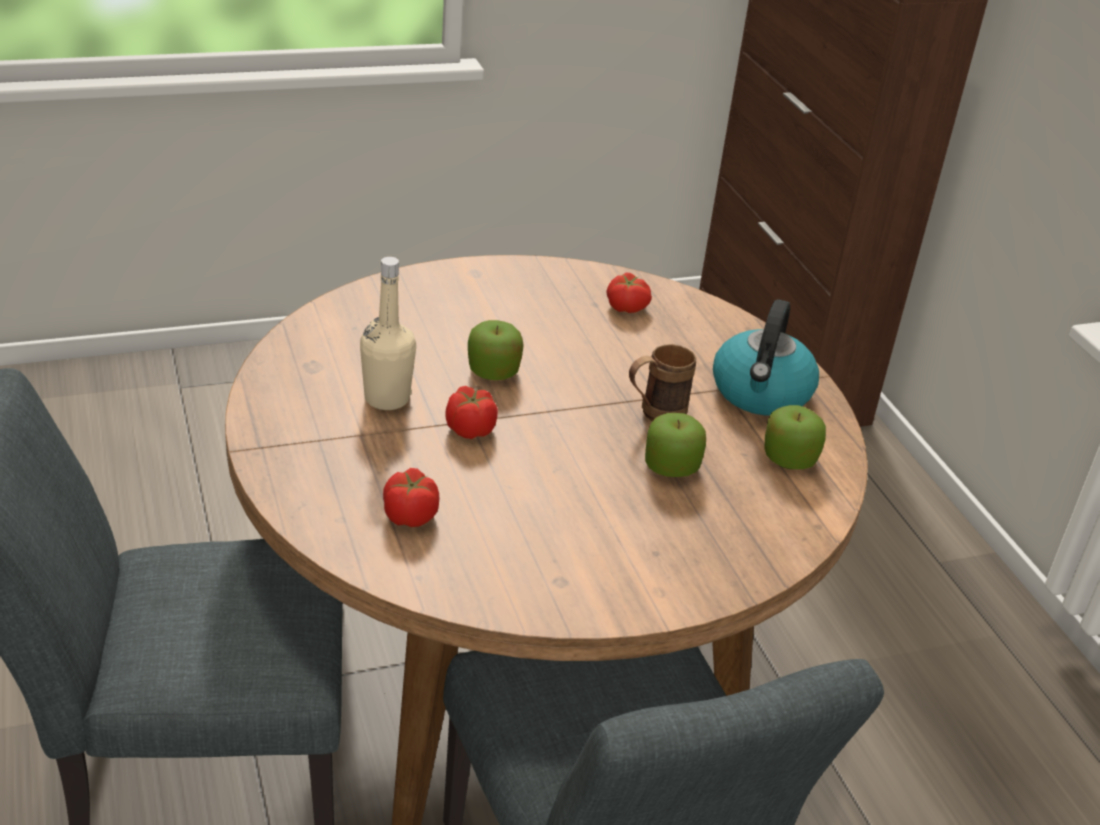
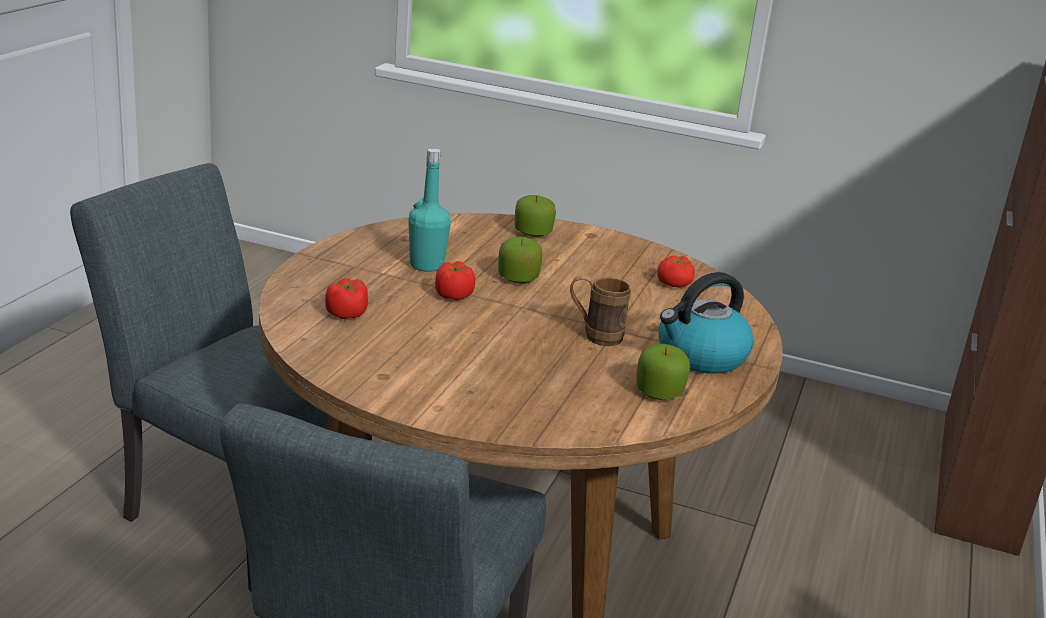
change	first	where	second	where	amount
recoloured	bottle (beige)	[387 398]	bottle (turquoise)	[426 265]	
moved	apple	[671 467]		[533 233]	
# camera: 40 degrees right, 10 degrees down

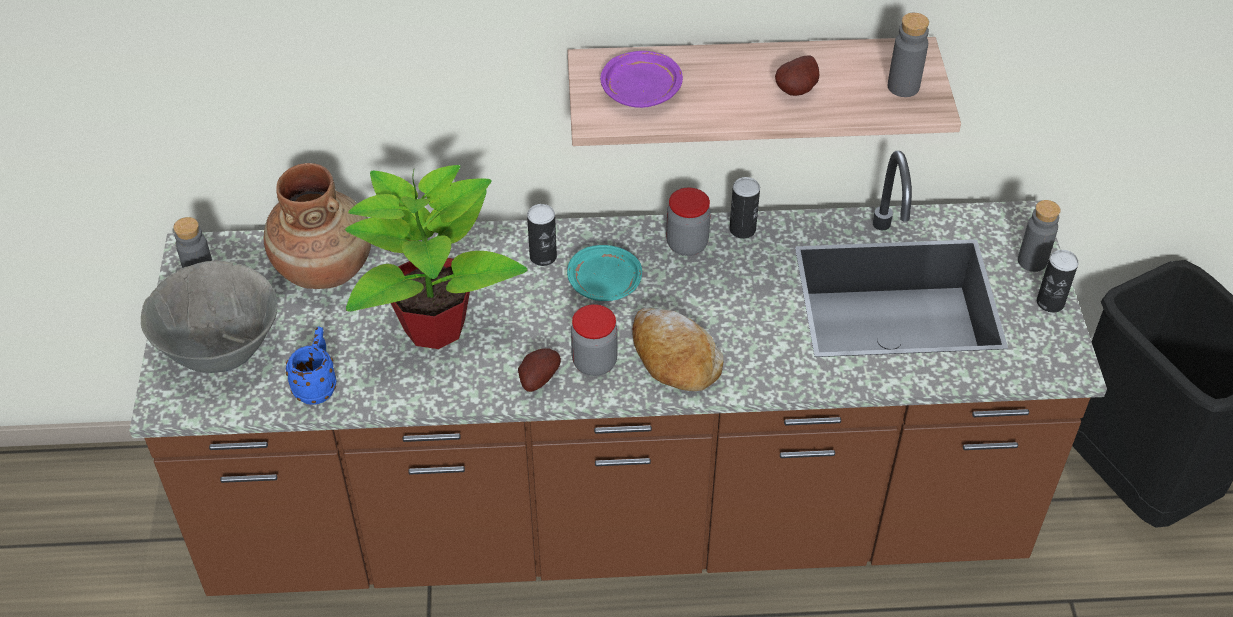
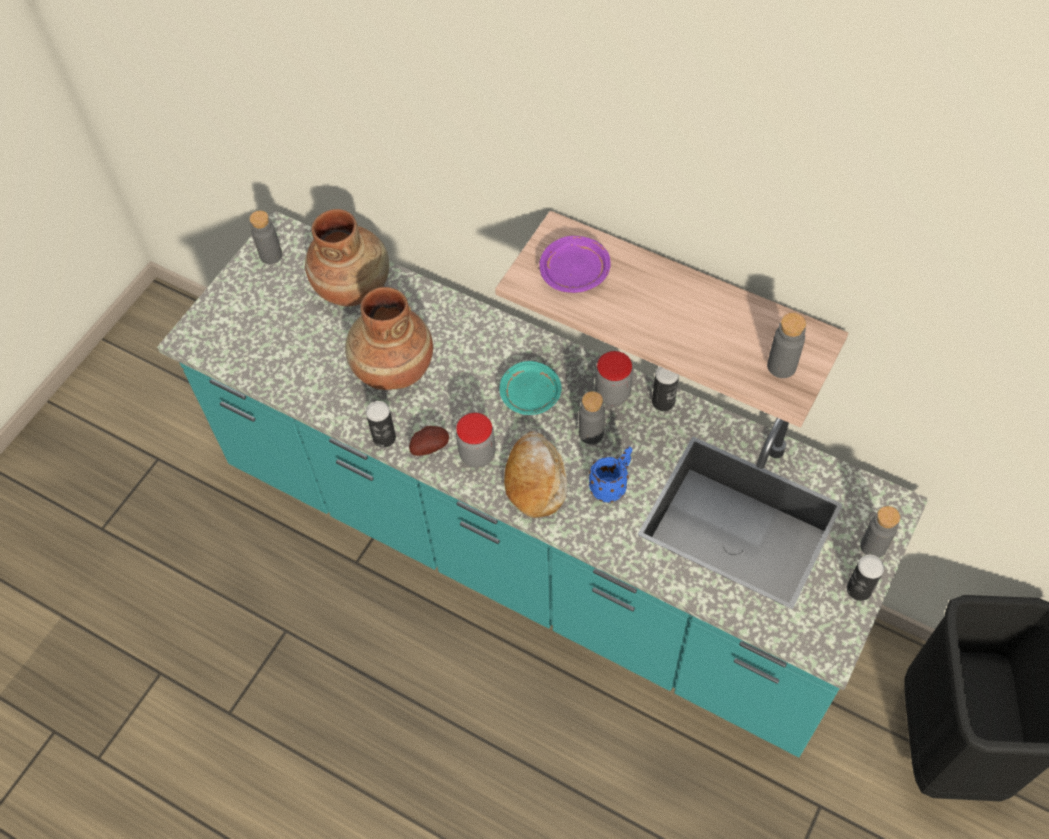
change	first	where	second	where	amount
removed	potato	[798 90]			
recoloured	counter (brown)	[616 517]	counter (turquoise)	[531 551]	
replaced	potted plant	[436 325]	vase (brown)	[393 368]	
moved	can	[543 256]		[384 438]	
removed	bowl (grey)	[220 350]			
moved	mug (blue)	[318 385]		[612 485]	
added			bottle (grey)	[591 434]	
# camera: 35 degrees right, 10 degrees up

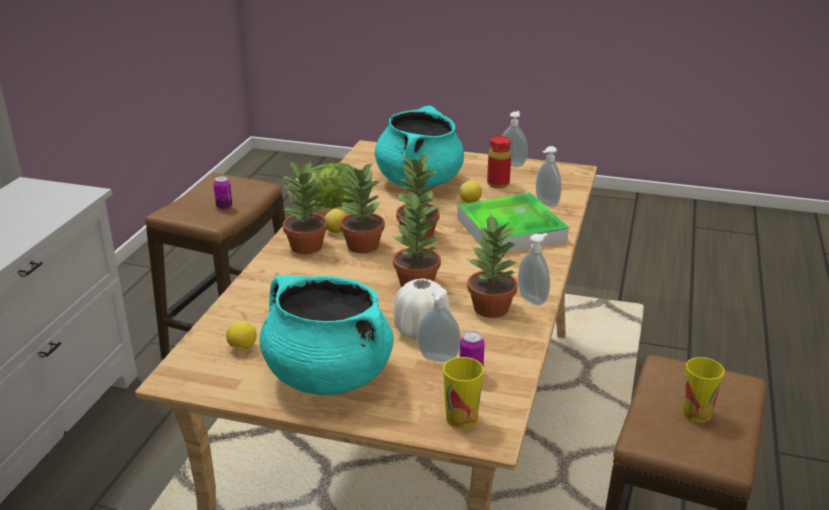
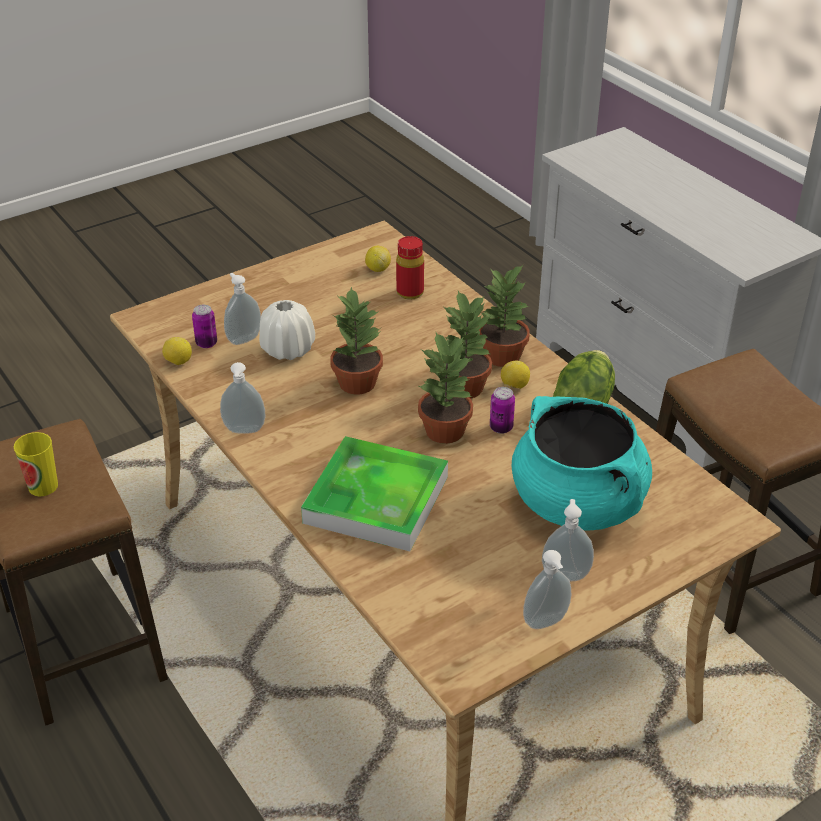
change	first	where	second	where	amount
moved	bottle (red)	[498 184]		[410 293]	
moved	soap dispenser	[545 203]		[565 574]	
moved	can	[224 207]		[501 428]	
moved	lemon	[470 202]		[178 362]	
removed	potted plant	[491 309]			
removed	cooking pot (turquoise)	[327 376]			
removed	cup	[461 418]			
# camera: 130 degrees right, 10 degrees up

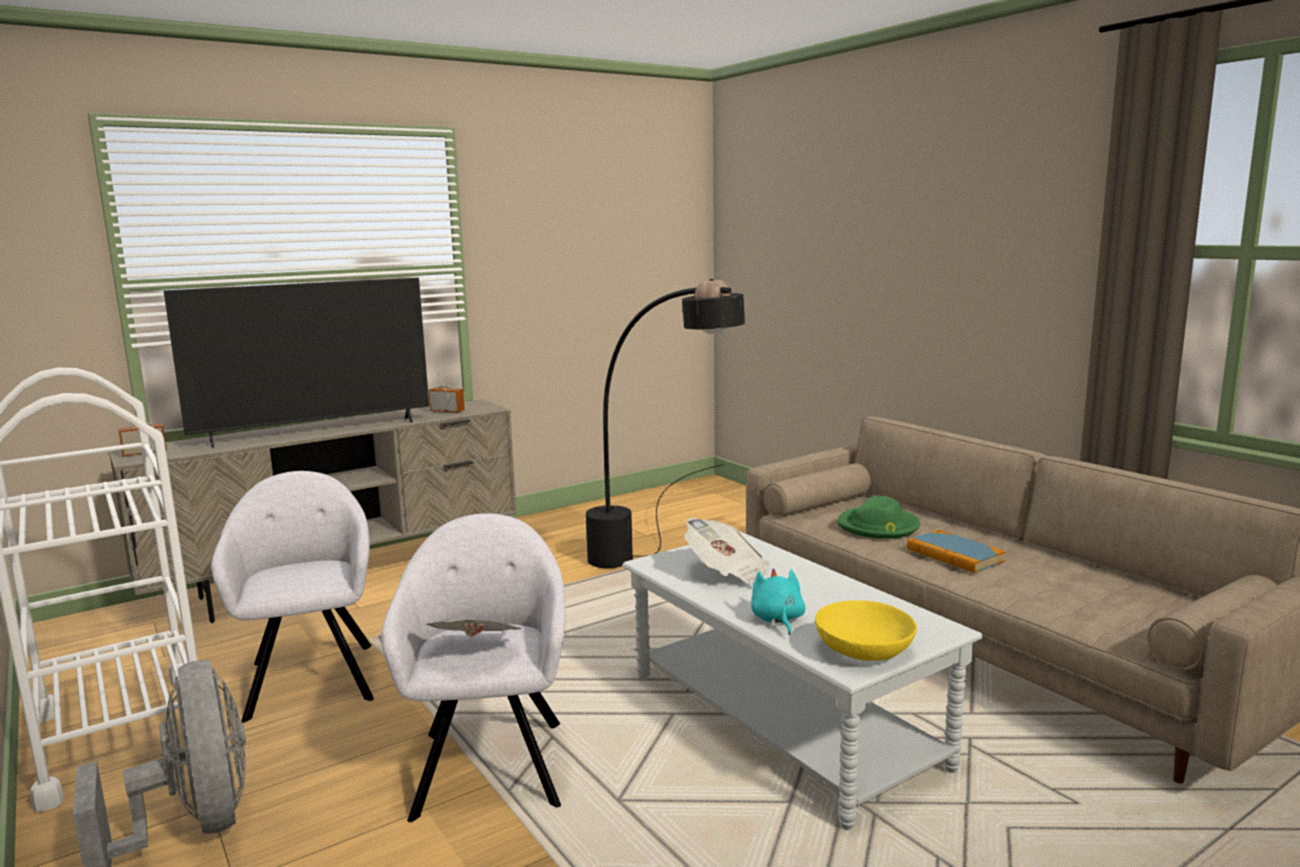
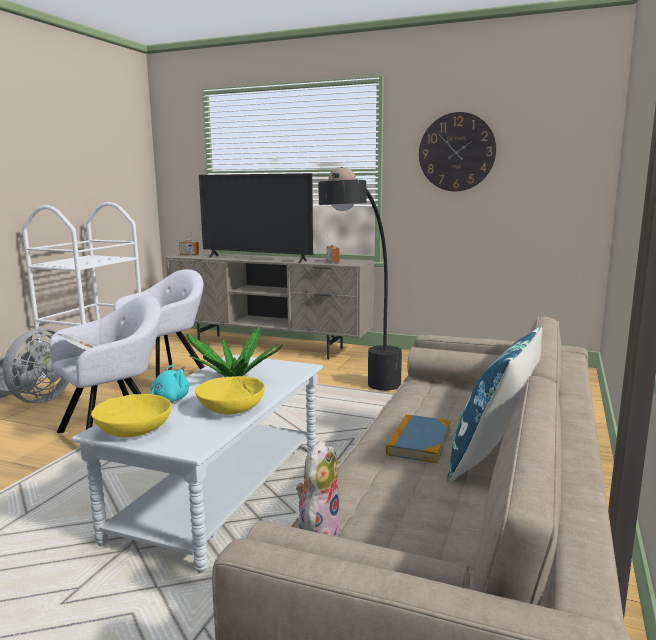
change	first	where	second	where	amount
removed	hat (green)	[878 526]			
replaced	newspaper	[728 574]	potted plant	[235 376]	
added			wall clock	[456 152]	
added			pillow (blue)	[493 458]	
added			bowl (yellow)	[231 408]	
added			plush toy	[318 532]	
# camera: 55 degrees right, 0 degrees up

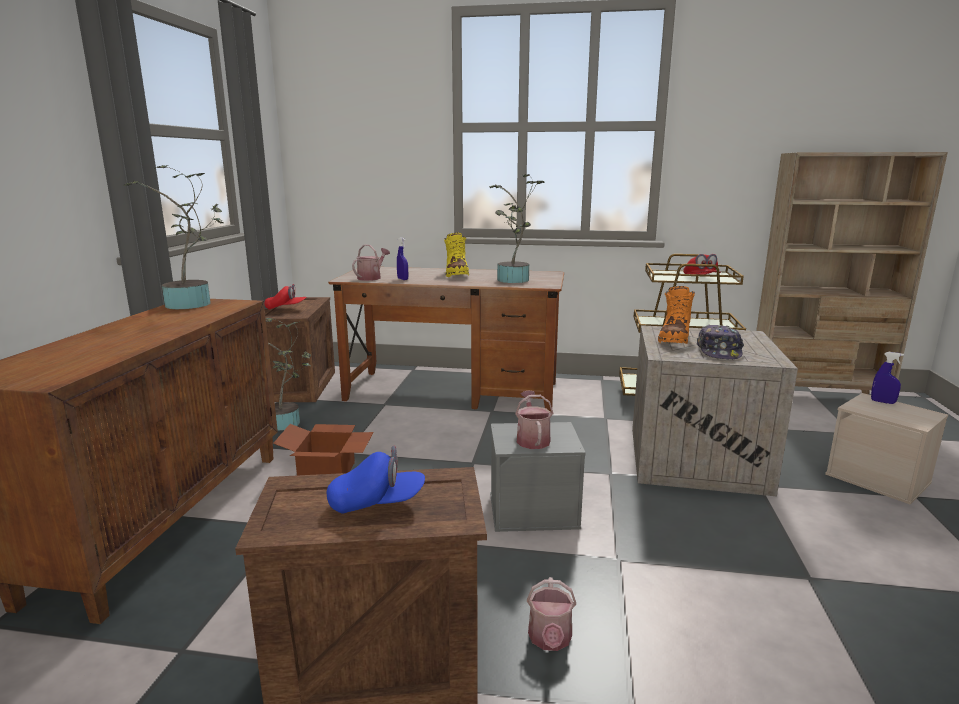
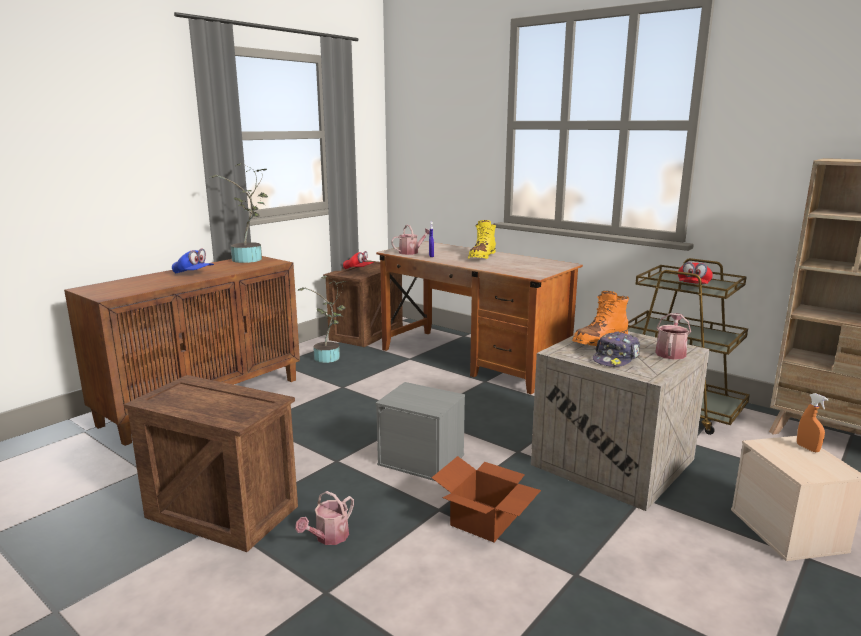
change	first	where	second	where	amount
removed	potted plant	[513 280]			
recoloured	spray bottle (blue)	[882 402]	spray bottle (orange)	[807 448]	
moved	watering can	[532 439]		[671 352]	
moved	cardboard box	[328 473]		[485 522]	
moved	cap (blue)	[377 503]		[193 274]	
# camera: 30 degrees right, 0 degrees up

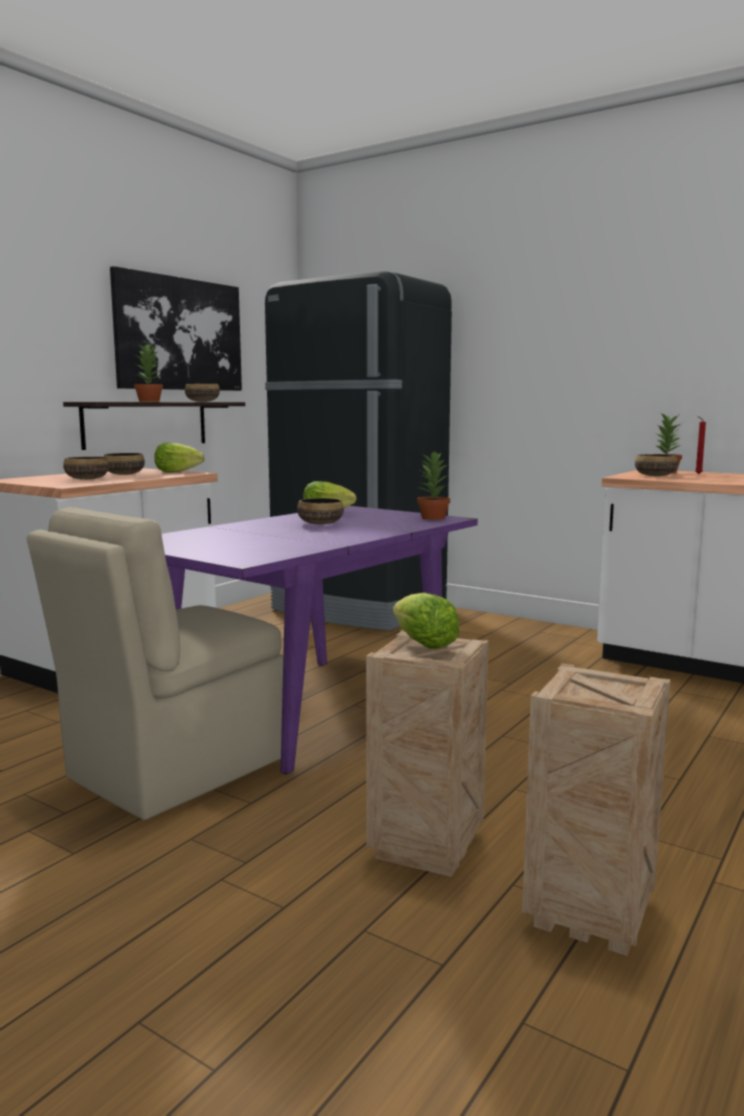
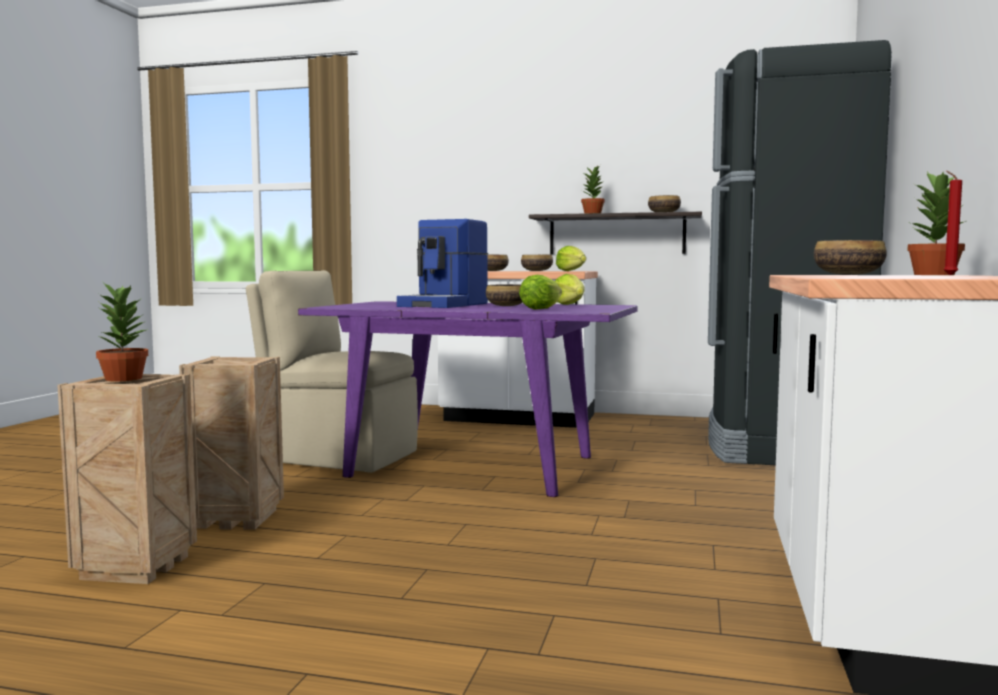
change	first	where	second	where	amount
removed	picture	[179 334]			
moved	potted plant	[432 518]		[123 378]	
moved	lettuce	[423 644]		[540 309]	
added			coffee machine	[446 305]	
# camera: 70 degrees right, 5 degrees down

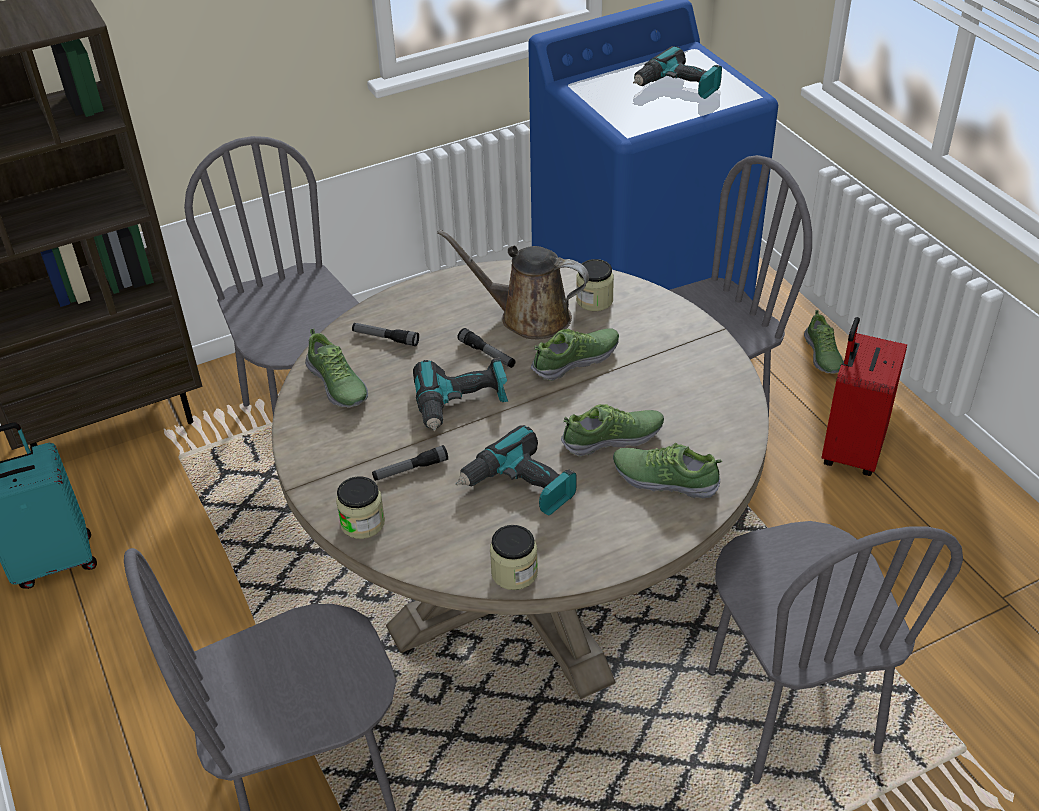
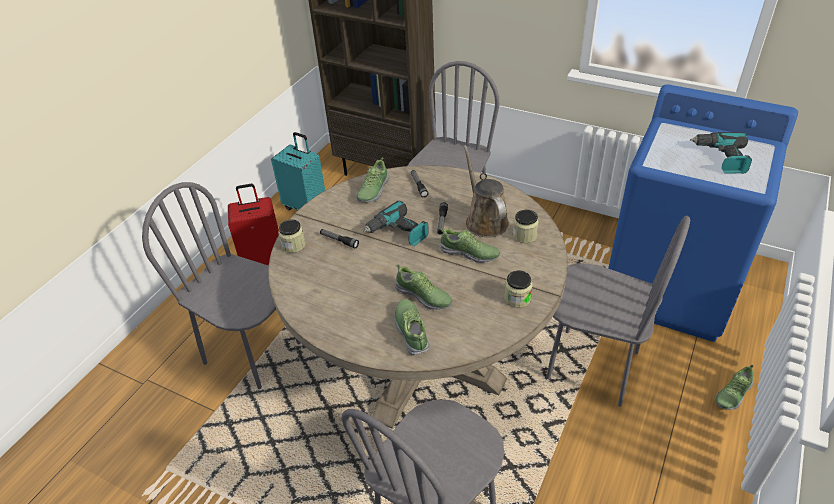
change	first	where	second	where	amount
moved	suitcase (red)	[850 450]		[264 261]	
removed	power drill	[520 487]			
moved	jar	[514 573]		[517 298]	
# camera: 55 degrees right, 0 degrees up

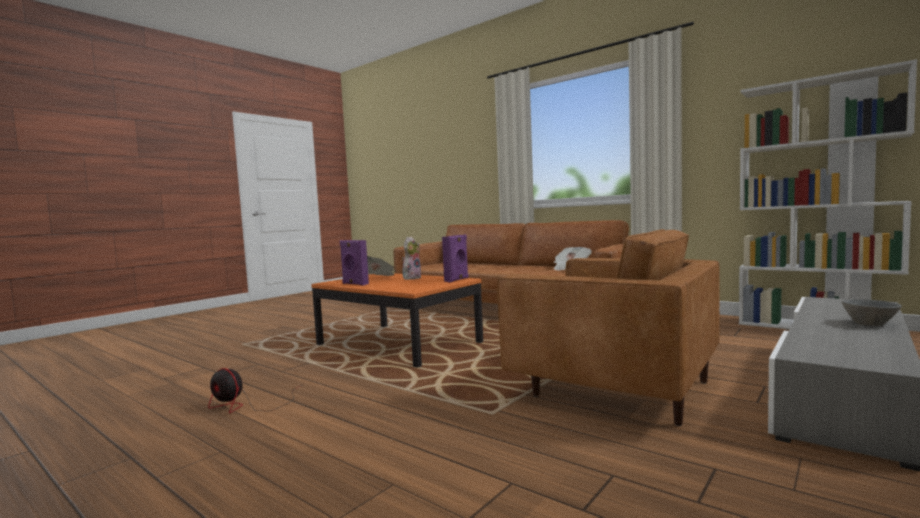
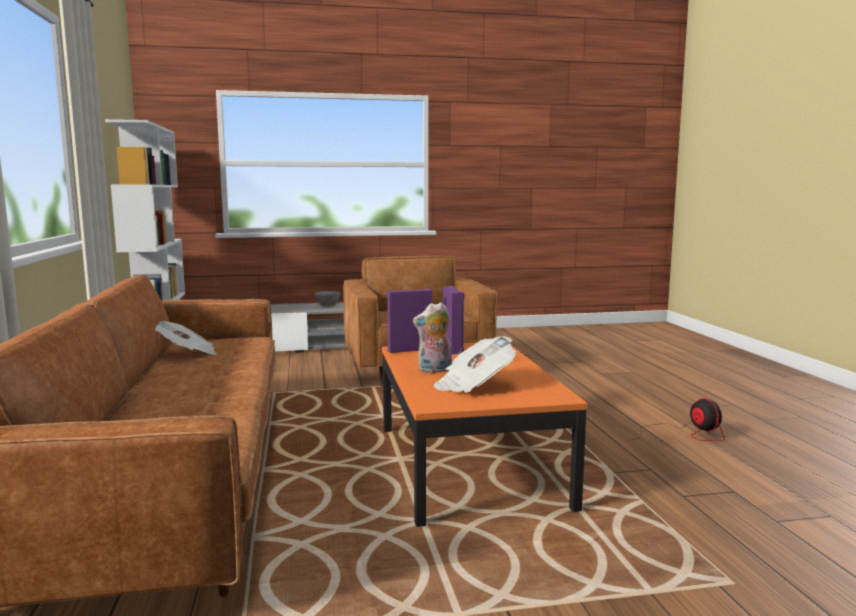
change	first	where	second	where	amount
moved	speaker (purple)	[354 284]		[453 349]	
# camera: 140 degrees left, 5 degrees up

